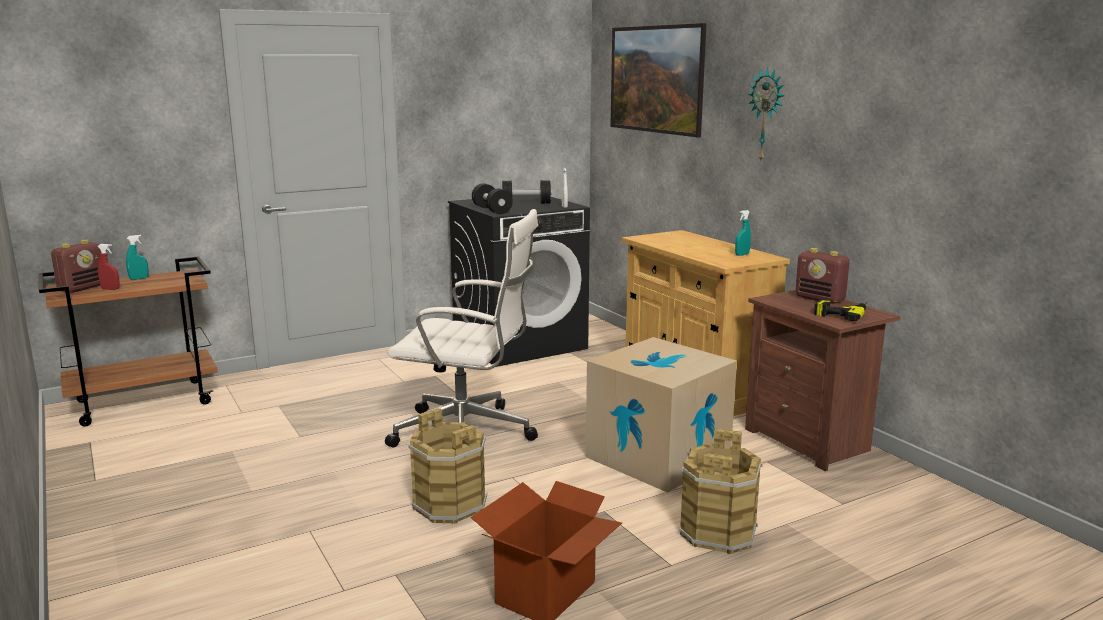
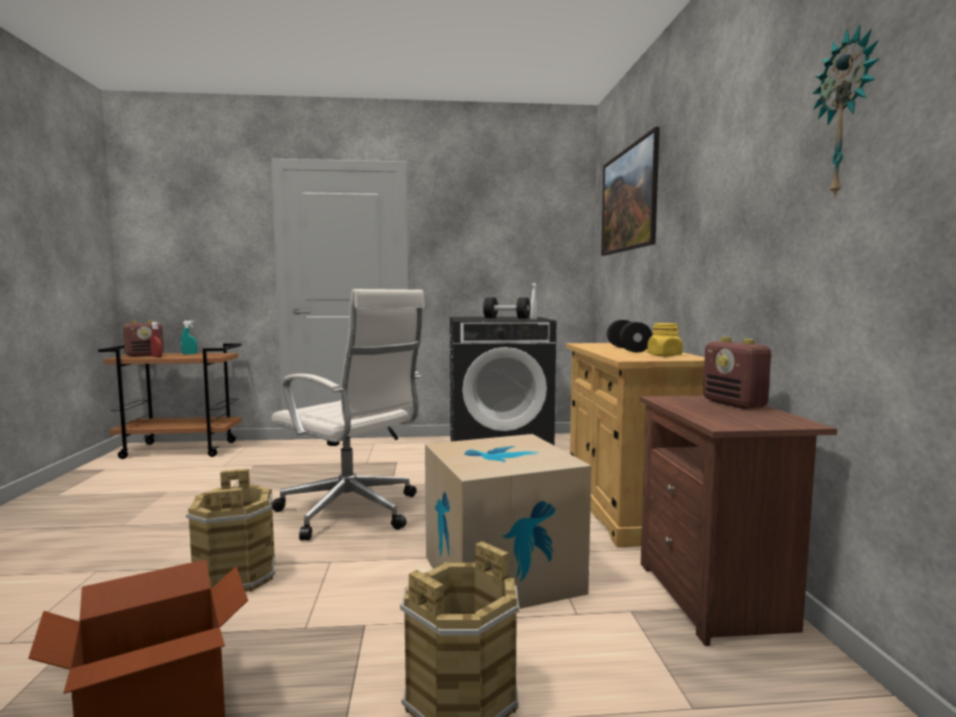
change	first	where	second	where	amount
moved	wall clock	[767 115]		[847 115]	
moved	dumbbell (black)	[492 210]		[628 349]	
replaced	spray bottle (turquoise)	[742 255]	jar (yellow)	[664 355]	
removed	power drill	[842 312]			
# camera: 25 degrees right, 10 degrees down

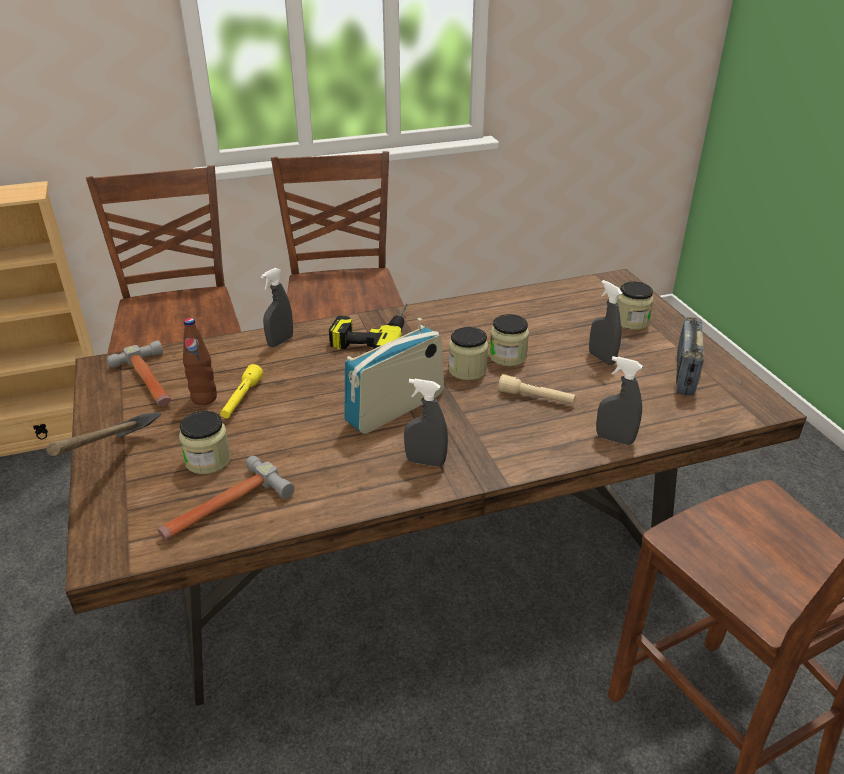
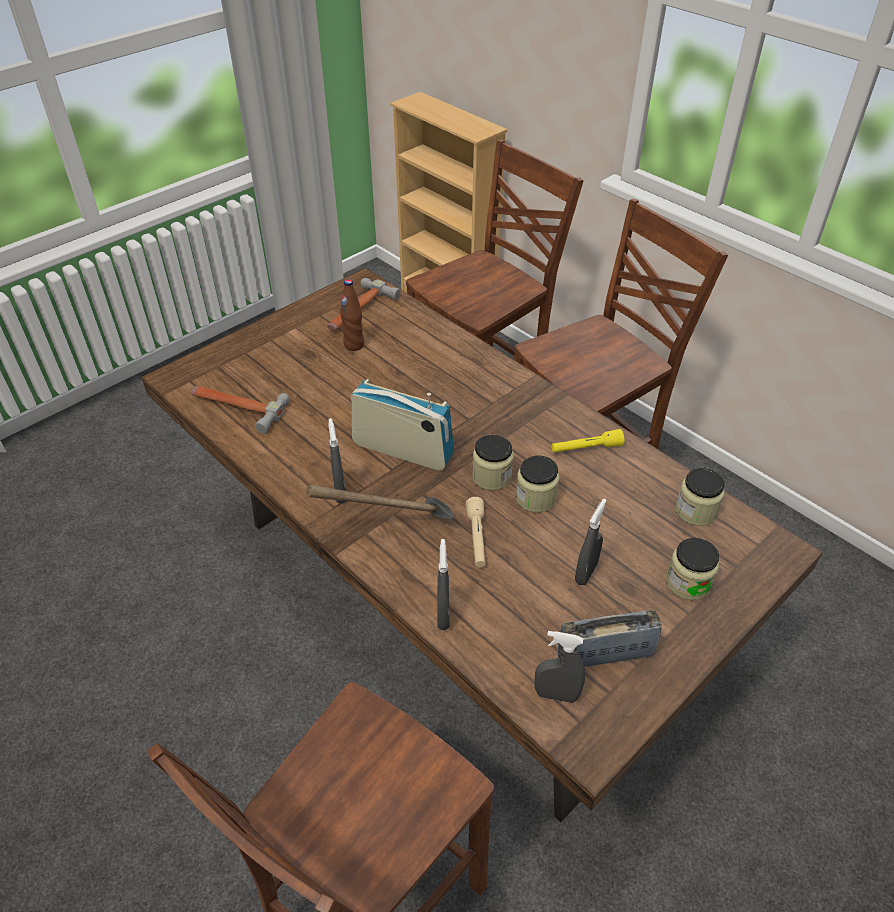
change	first	where	second	where	amount
moved	spray bottle (grey)	[280 341]		[556 695]	
removed	power drill	[372 332]			
moved	flashlight (yellow)	[241 399]		[586 448]	
moved	jar	[208 460]		[695 511]	
moved	hammer	[118 470]		[390 532]	
# camera: 65 degrees right, 10 degrees up

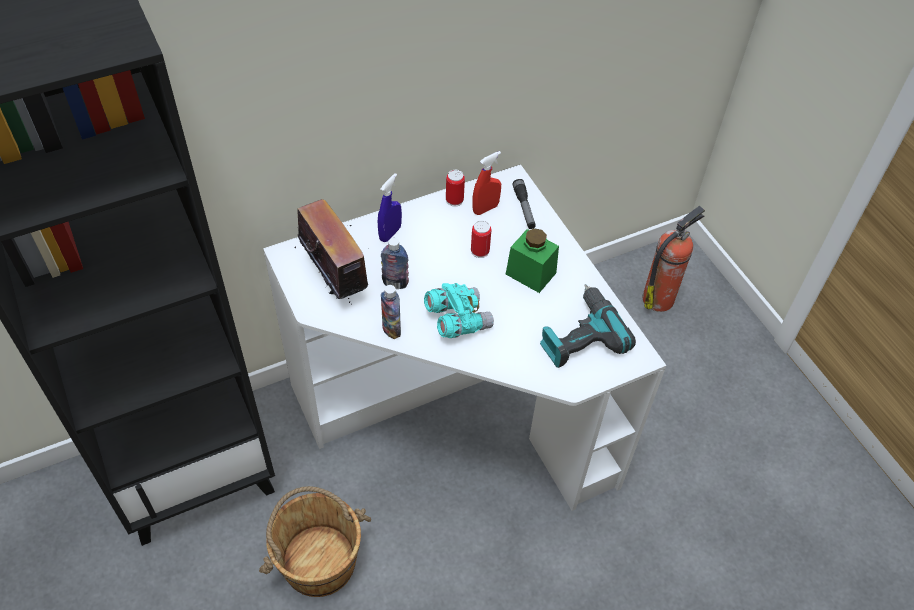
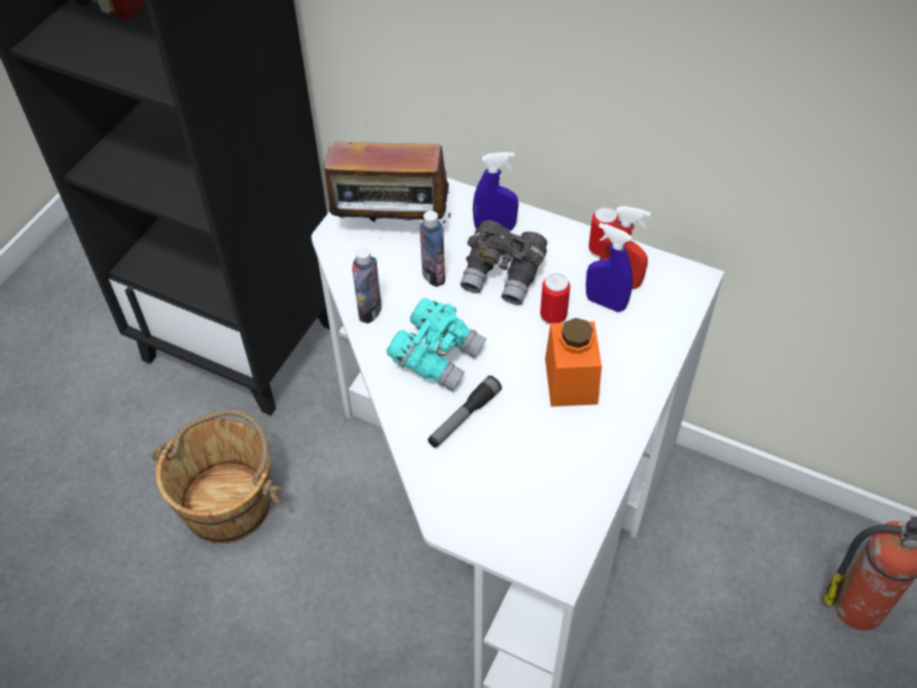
change	first	where	second	where	amount
moved	flashlight	[524 208]		[464 417]	
turned	radio	[336 278]		[391 227]	75 degrees clockwise
recoloured	jar (green)	[530 273]	jar (orange)	[571 381]	
removed	power drill	[579 335]			
added			binoculars (grey)	[503 275]	
added			spray bottle (blue)	[605 303]	
# camera: 55 degrees right, 0 degrees up

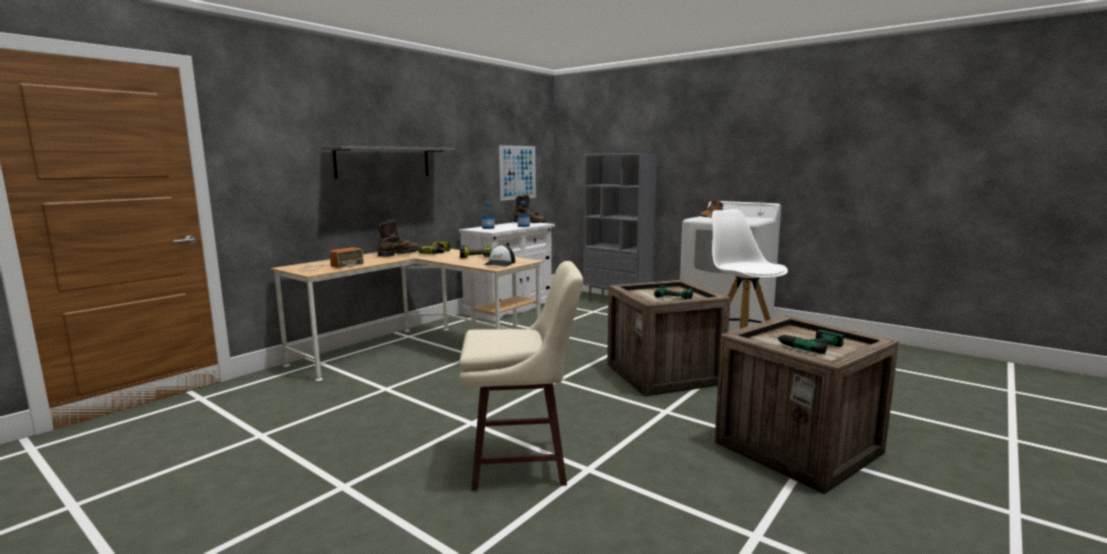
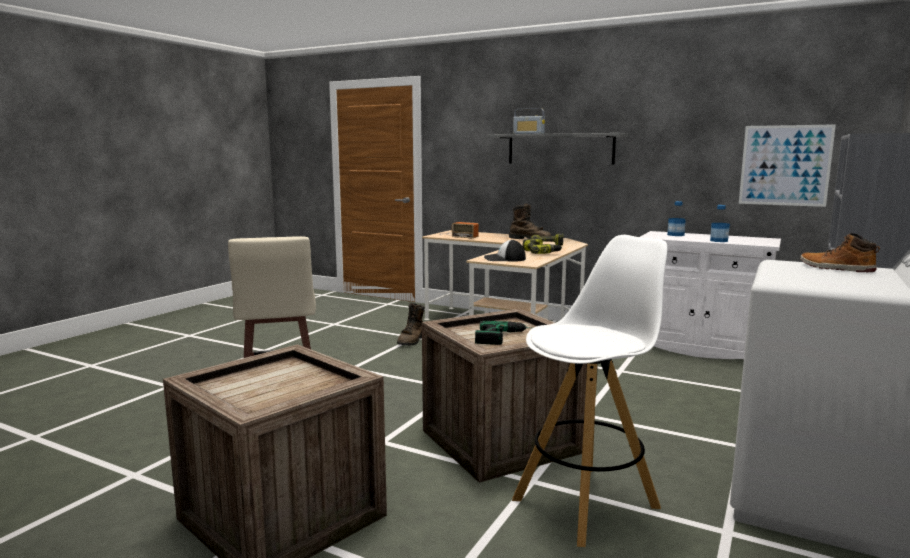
change	first	where	second	where	amount
moved	boot (brown)	[529 223]		[411 341]	
removed	power drill	[804 344]			
added			radio	[528 133]	
# camera: 80 degrees right, 0 degrees up

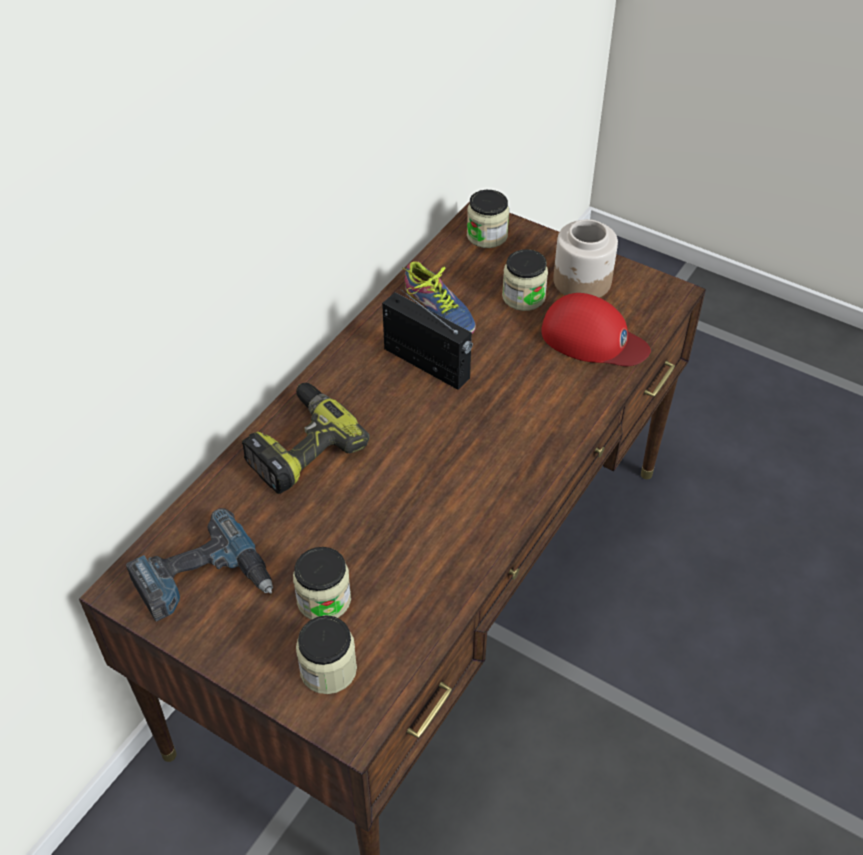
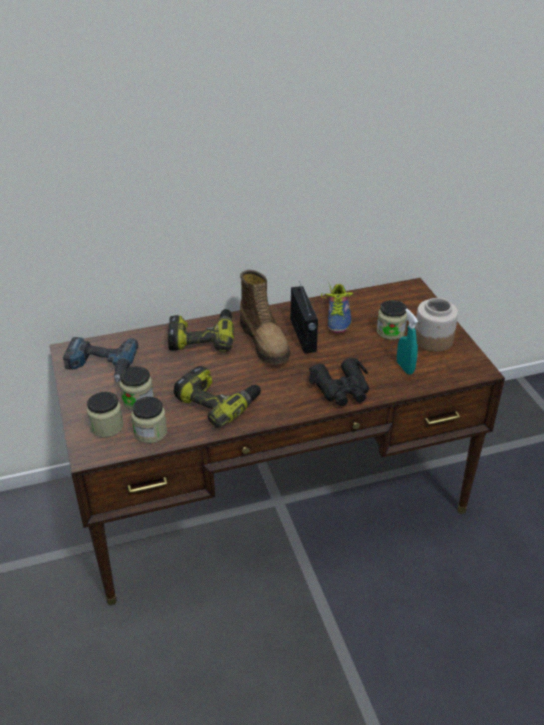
change	first	where	second	where	amount
moved	jar	[487 235]		[150 432]	
replaced	cap (red)	[593 339]	spray bottle (turquoise)	[405 368]	
added			boot	[265 341]	
added			binoculars (black)	[341 389]	
added			power drill	[218 402]	
# camera: 40 degrees right, 10 degrees down

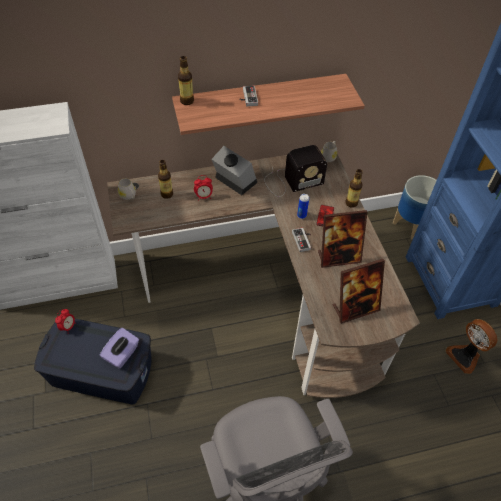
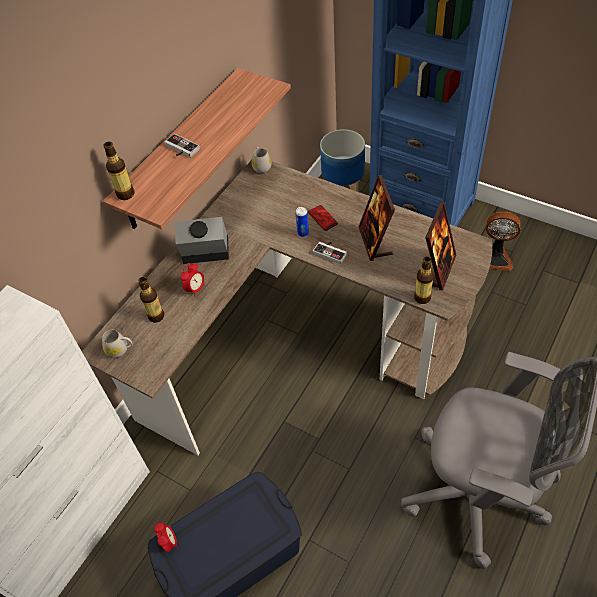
change	first	where	second	where	amount
removed	radio	[291 181]			
moved	bottle	[351 203]		[422 297]	
turned	picture frame	[338 257]		[375 241]	135 degrees clockwise
removed	tissue box (purple)	[122 354]			
# camera: 40 degrees left, 0 degrees up

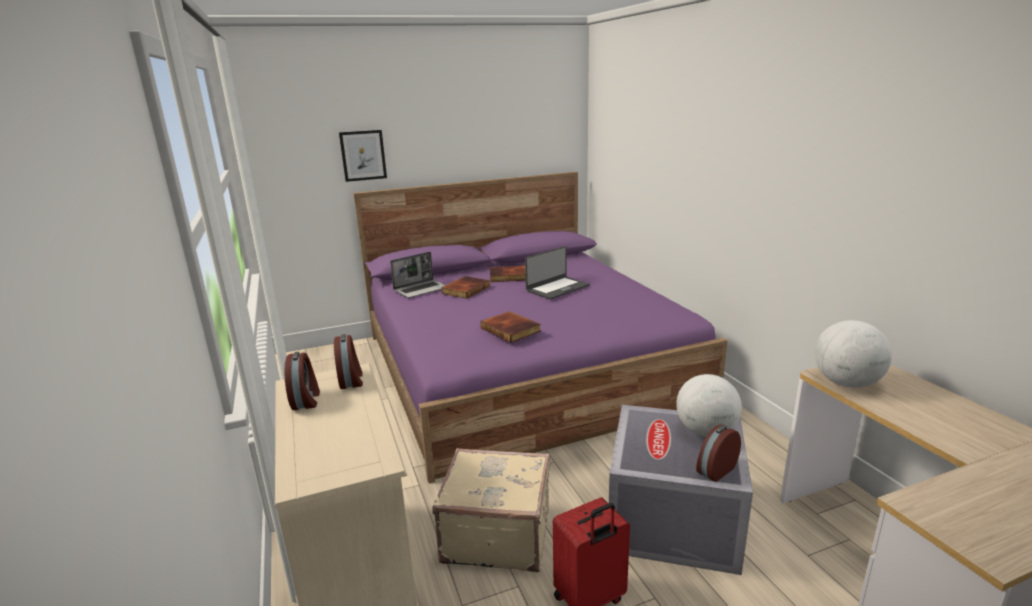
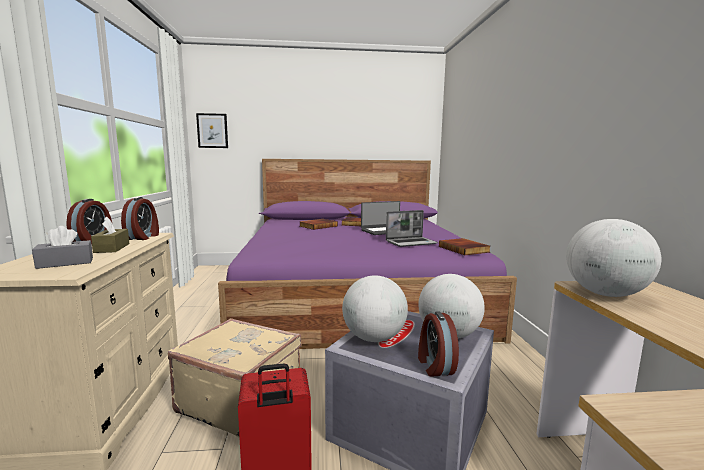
change	first	where	second	where	amount
moved	picture	[363 155]		[212 131]	
moved	laptop	[421 289]		[411 243]	
moved	book	[511 329]		[464 249]	
turned	alarm clock	[715 469]		[434 365]	75 degrees counterclockwise
added			tissue box (brown)	[112 248]	
added			tissue box (grey)	[65 263]	
added			globe	[373 338]	
# camera: 15 degrees right, 10 degrees down

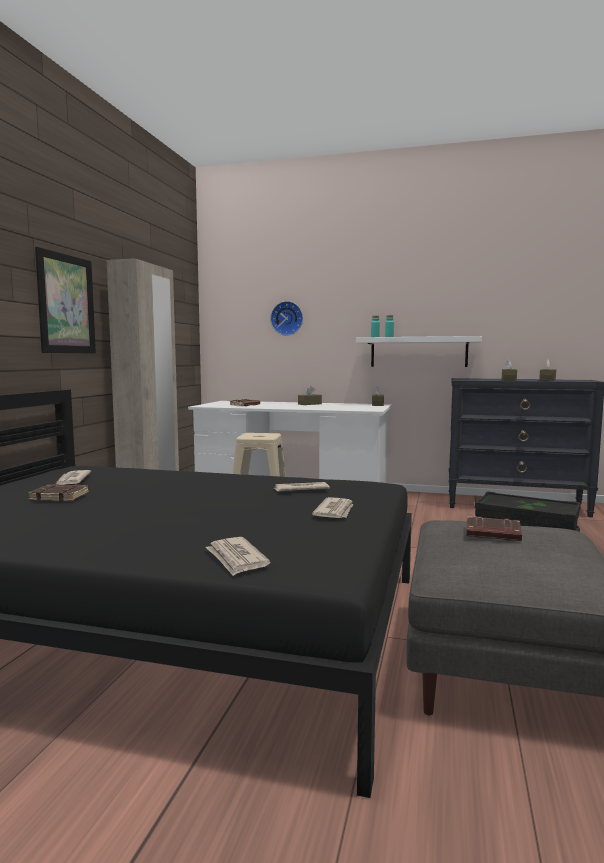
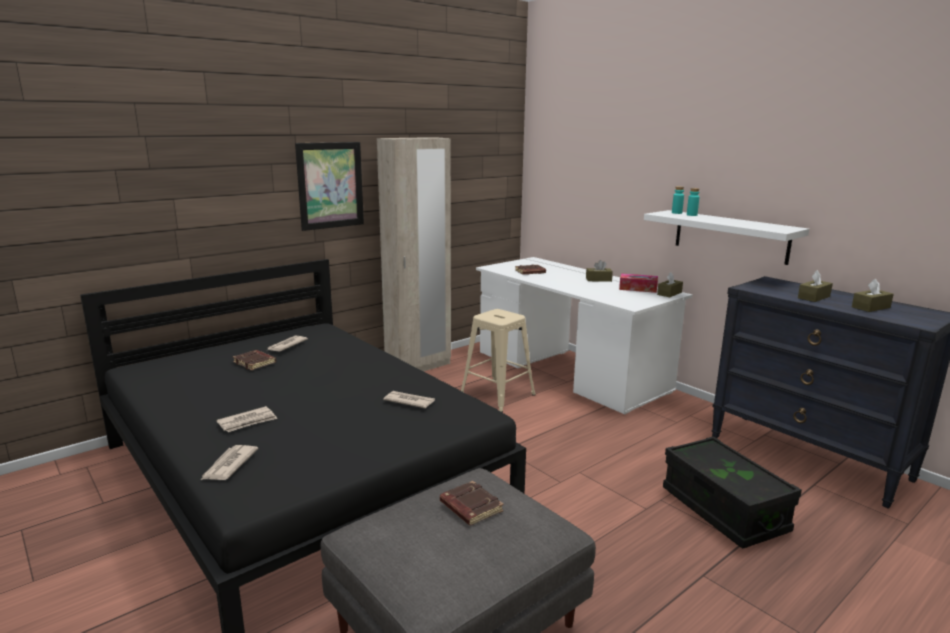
change	first	where	second	where	amount
removed	wall clock	[287 318]			
moved	newspaper	[335 511]		[248 422]	
added			tissue box	[638 288]	
# camera: 35 degrees right, 10 degrees up

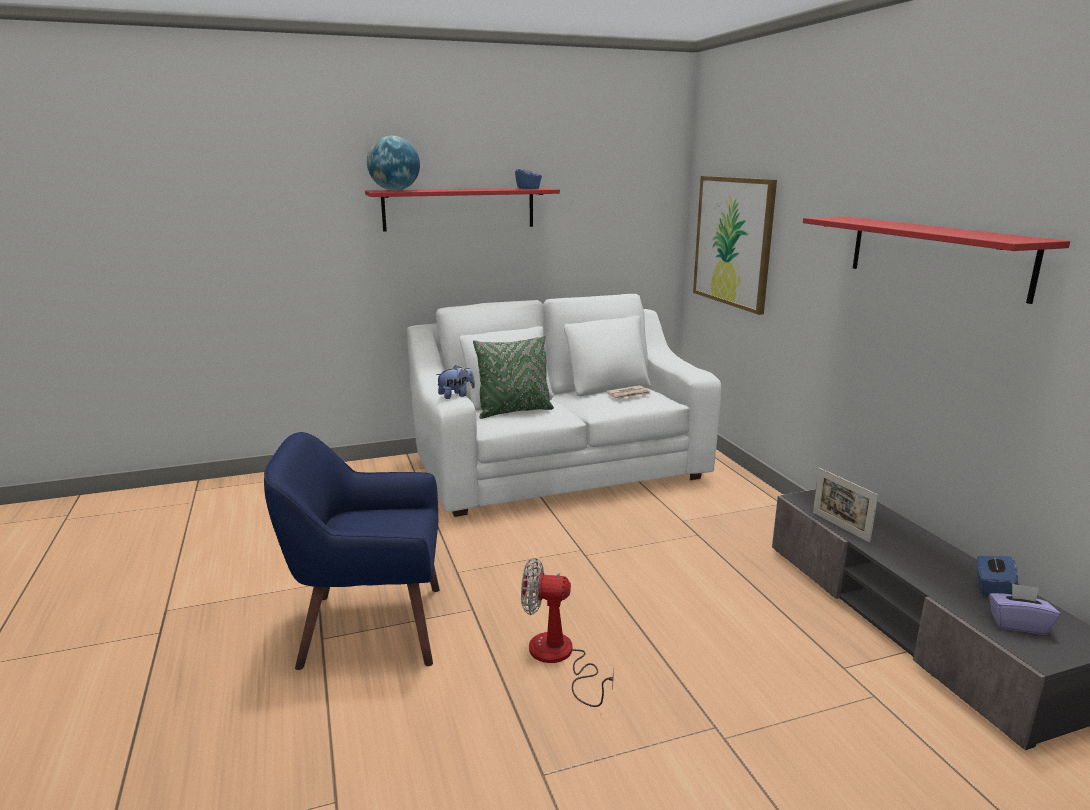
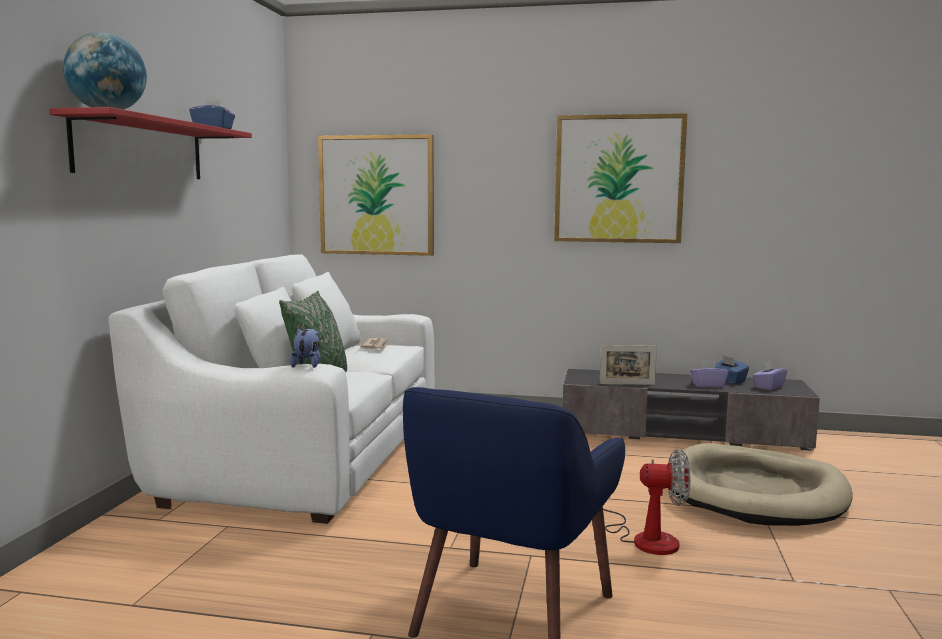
change	first	where	second	where	amount
replaced	shelf (red)	[936 255]	picture	[618 179]	
turned	fan	[559 658]		[644 538]	120 degrees counterclockwise
added			tissue box (purple)	[708 385]	
added			dog bed (beige)	[754 492]	
# camera: 60 degrees left, 10 degrees down

